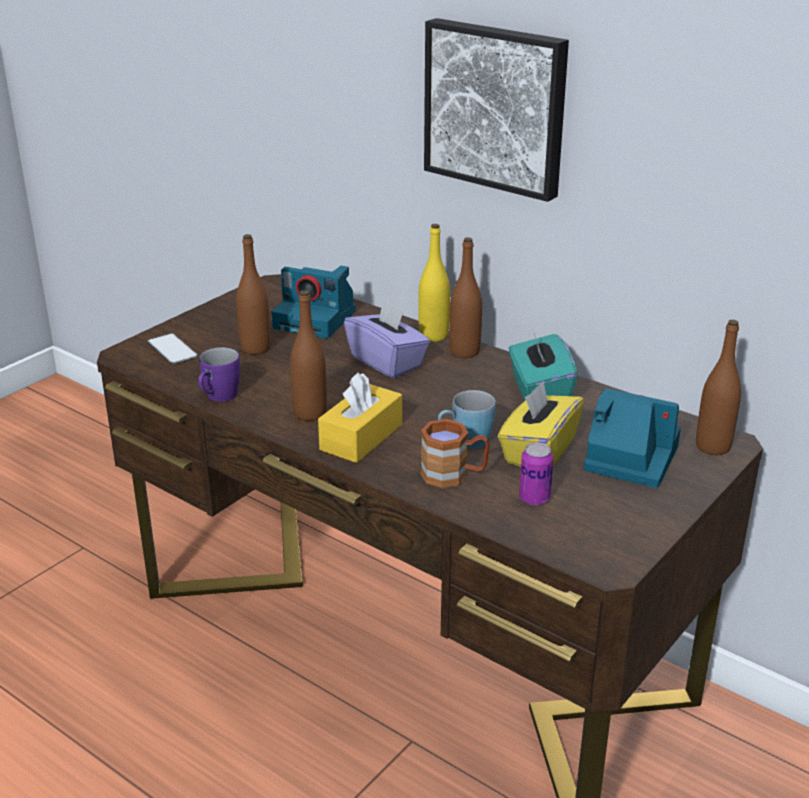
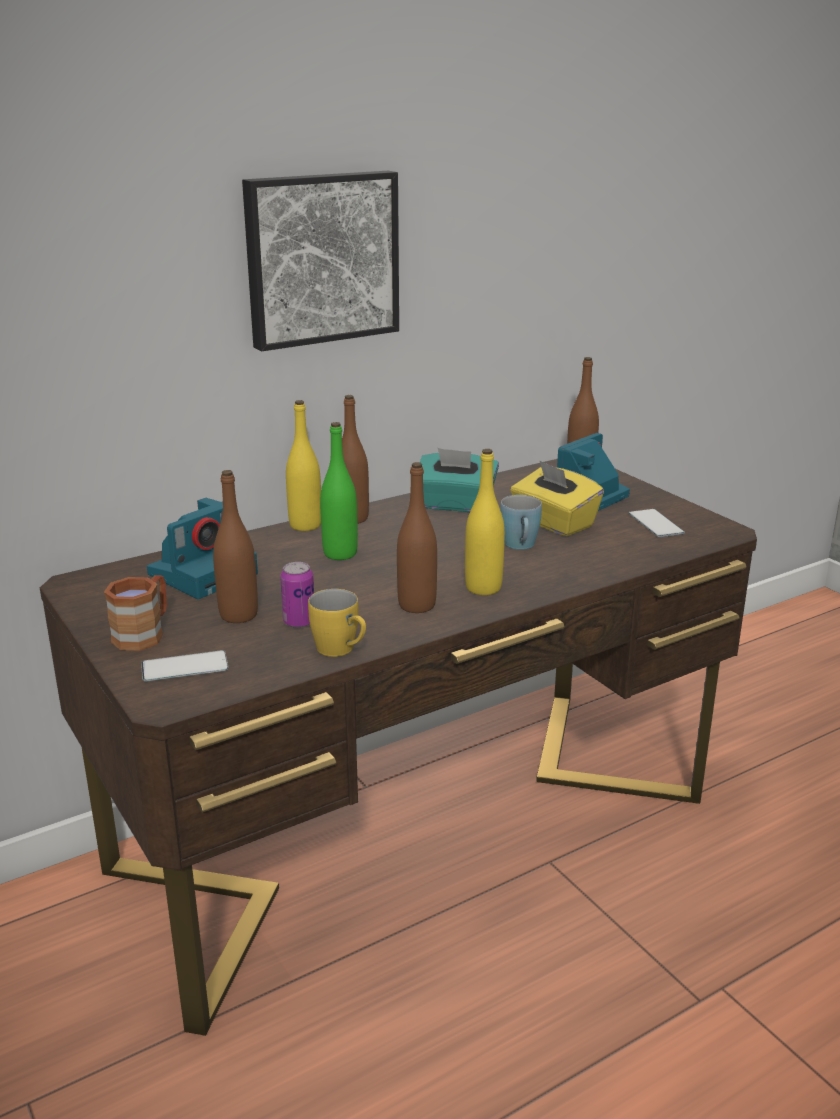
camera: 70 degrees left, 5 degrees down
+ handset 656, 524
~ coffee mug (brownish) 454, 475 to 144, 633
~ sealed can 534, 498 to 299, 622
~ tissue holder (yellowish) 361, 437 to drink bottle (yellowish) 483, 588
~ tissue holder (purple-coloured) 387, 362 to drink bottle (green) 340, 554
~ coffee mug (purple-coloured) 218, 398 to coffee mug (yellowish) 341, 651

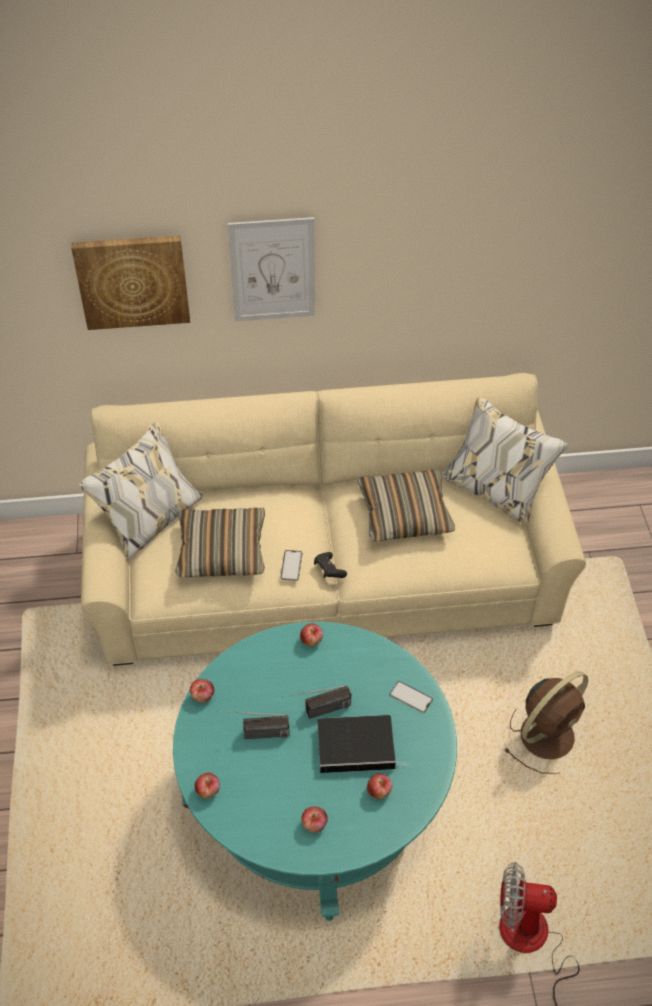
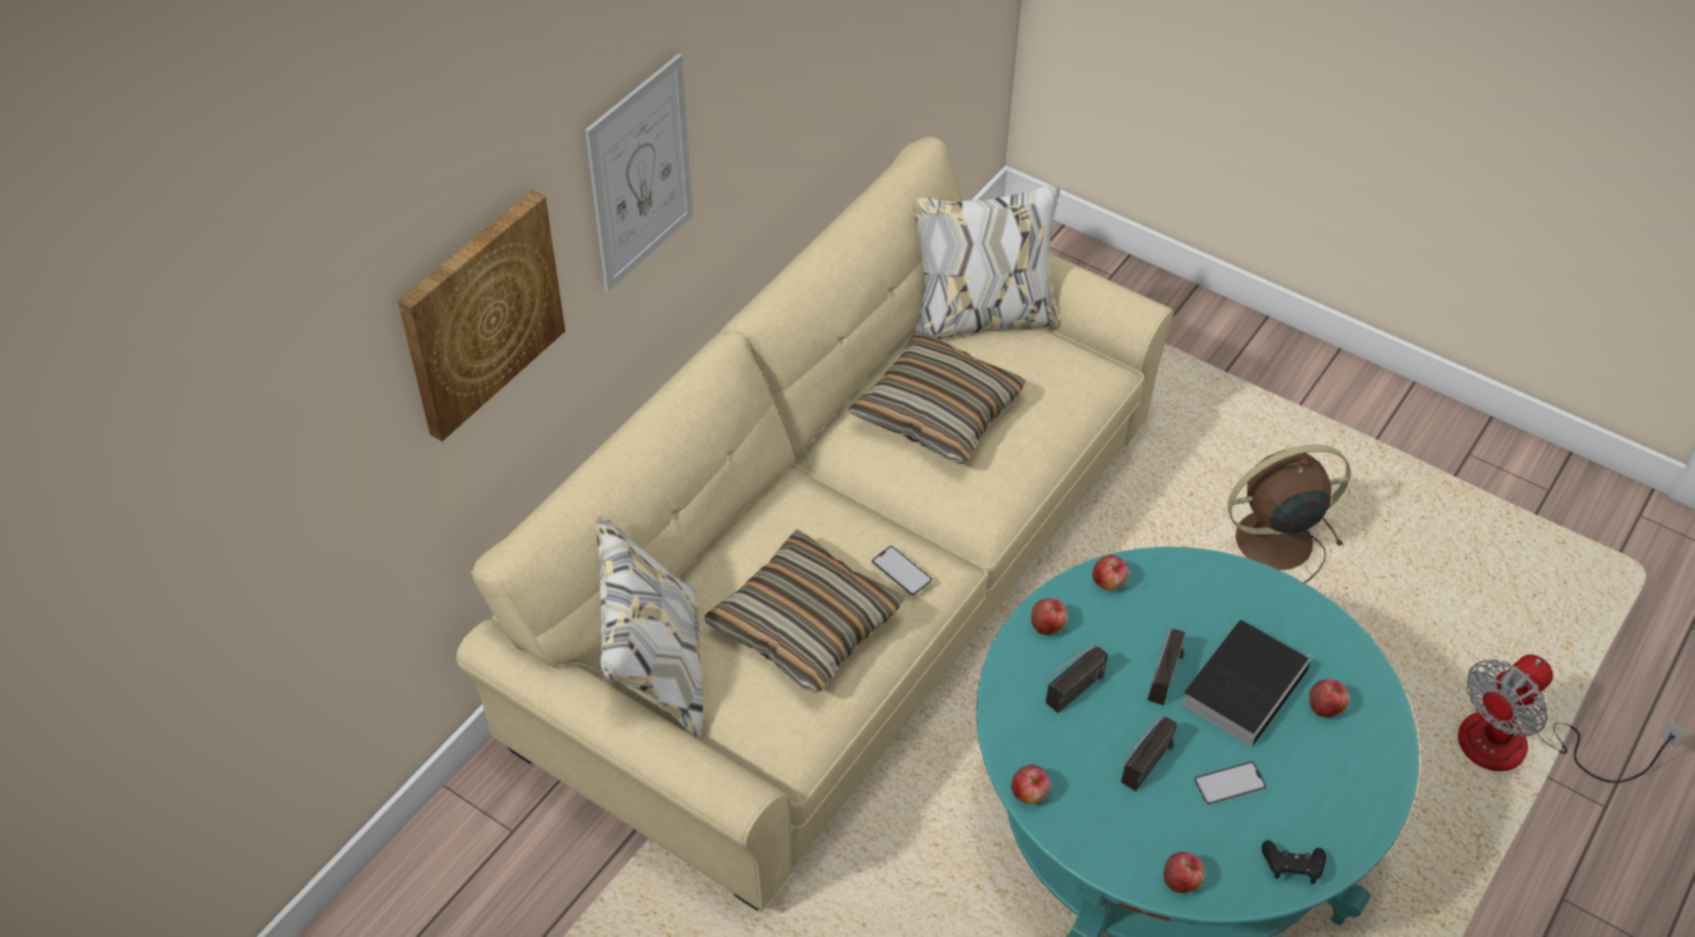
camera: 50 degrees left, 0 degrees up
+ radio receiver 1063, 700
~ whole apple 314, 824 to 1108, 582
~ gamepad (black-coloured) 329, 570 to 1292, 868
~ handset 411, 697 to 1229, 783
~ cooling fan (brownish) 549, 734 = 1269, 542 105 degrees counterclockwise

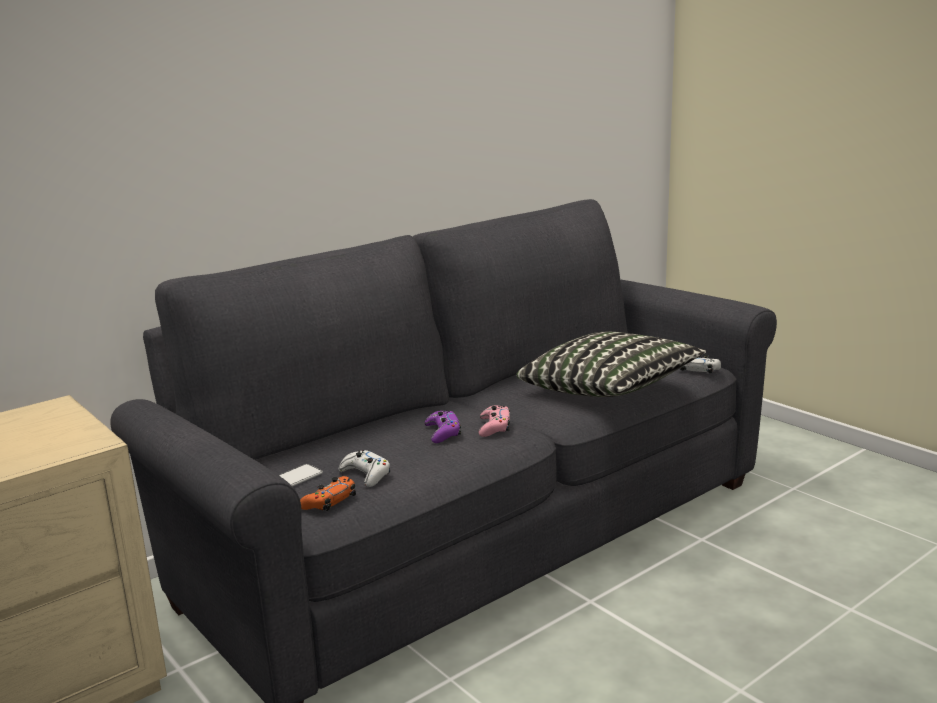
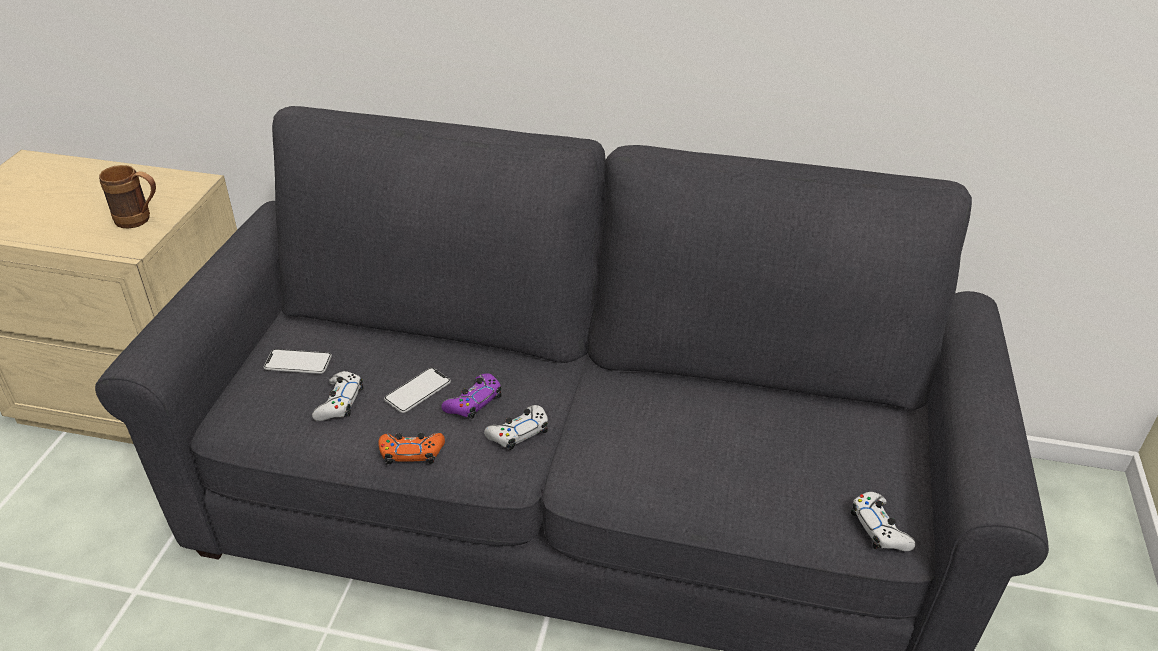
camera: 50 degrees right, 20 degrees up
- pillow 609, 392
+ coffee mug (brownish) 140, 220
+ handset 417, 391
~ gamepad (orange-coloured) 329, 501 to 412, 452
~ gamepad (pink-coloured) 494, 427 to gamepad (white-coloured) 518, 432

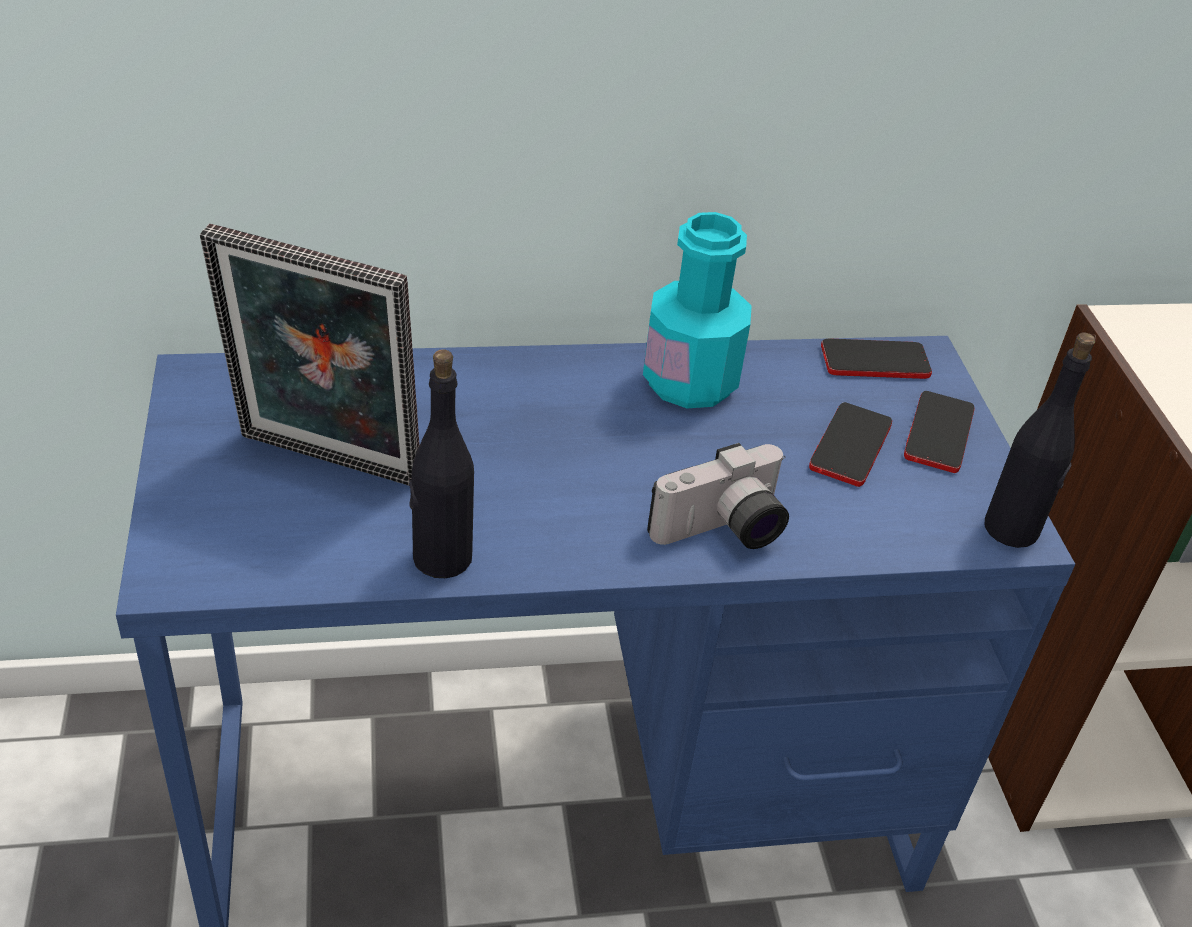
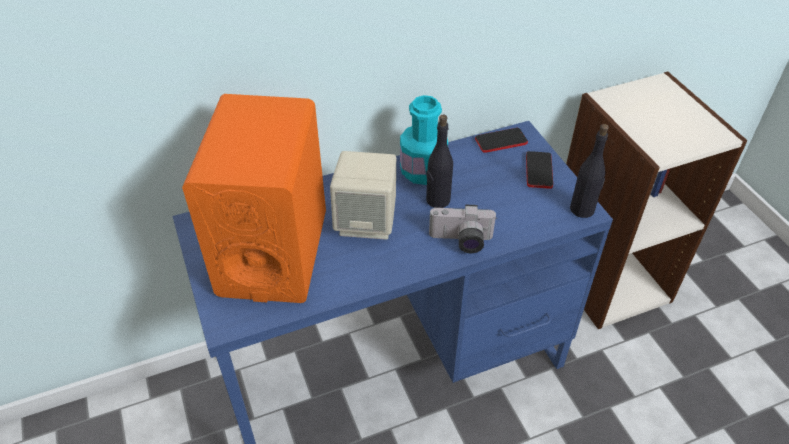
camera: 10 degrees left, 5 degrees up
- handset 850, 446
+ audio speaker (beige) 367, 221
~ drink bottle (black-coloured) 441, 558 to 437, 200
~ photo frame 325, 464 to audio speaker (orange-coloured) 273, 252
~ still camera 723, 532 = 461, 241 45 degrees clockwise

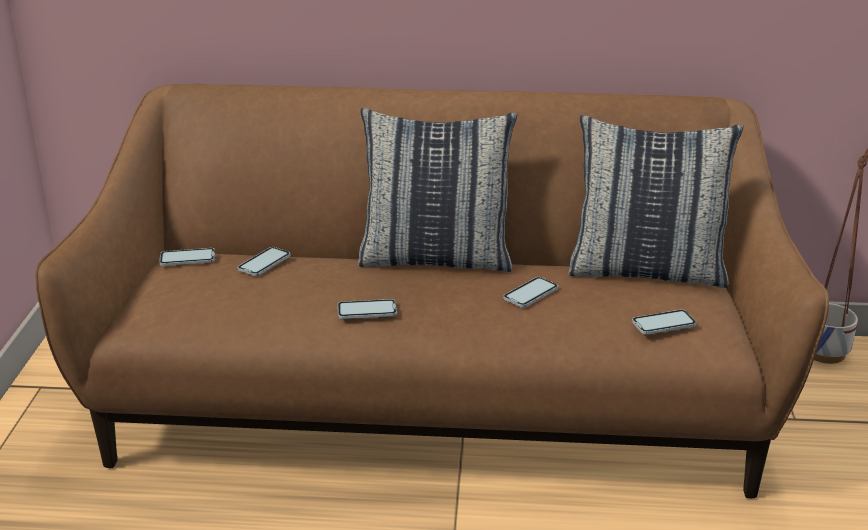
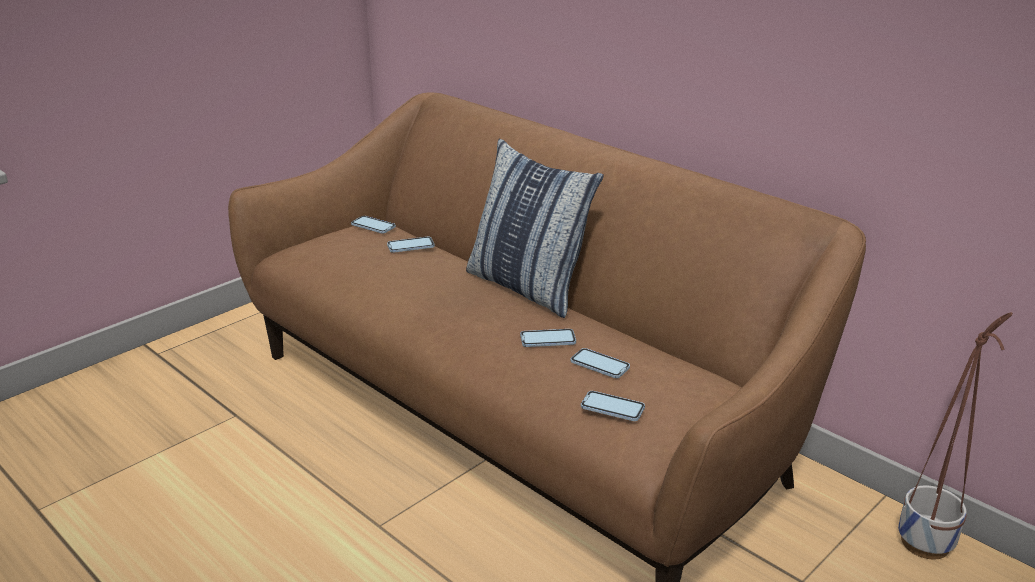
camera: 40 degrees right, 0 degrees up
- pillow 647, 271
~ handset 367, 311 to 599, 365

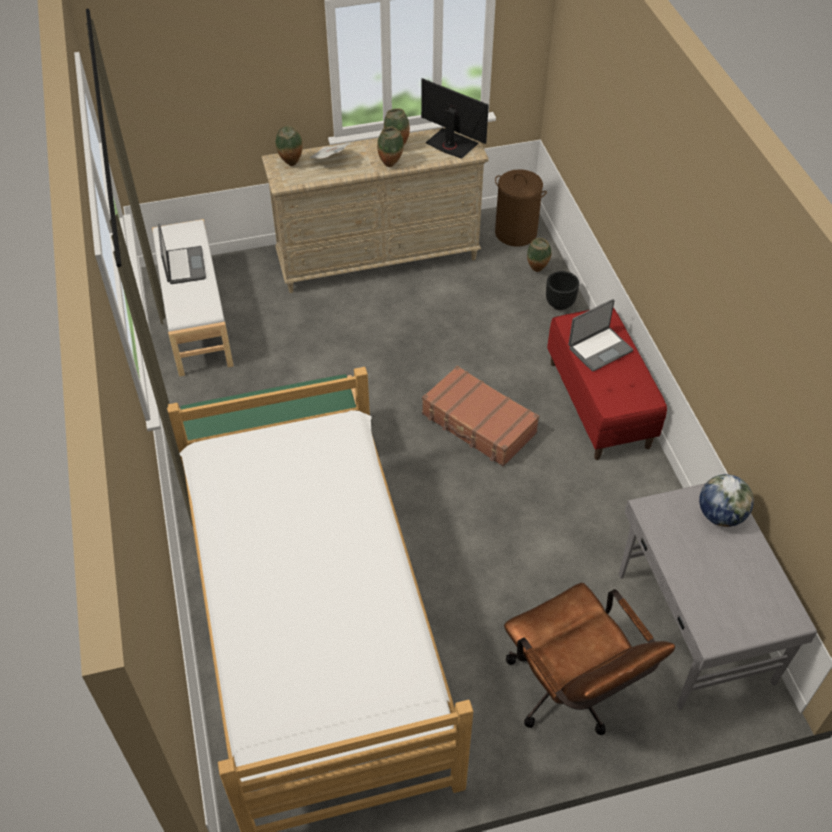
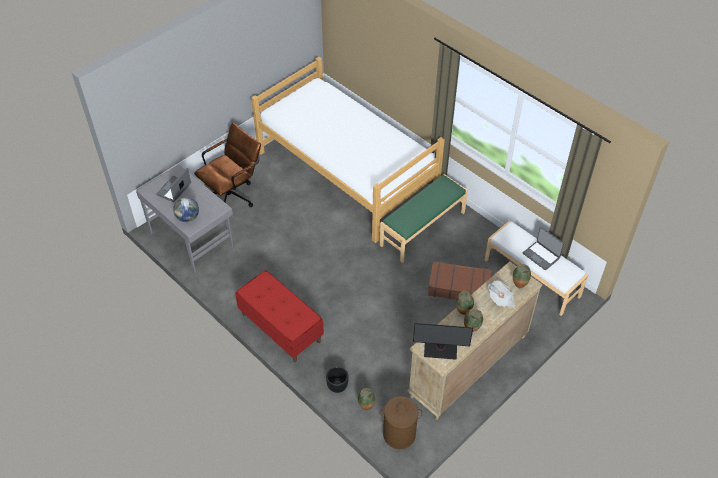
camera: 150 degrees right, 0 degrees up
~ travel case (brownish) 478, 424 to 459, 287
~ laptop 599, 349 to 174, 190
~ desk chair (brownish) 571, 693 = 233, 195 105 degrees clockwise

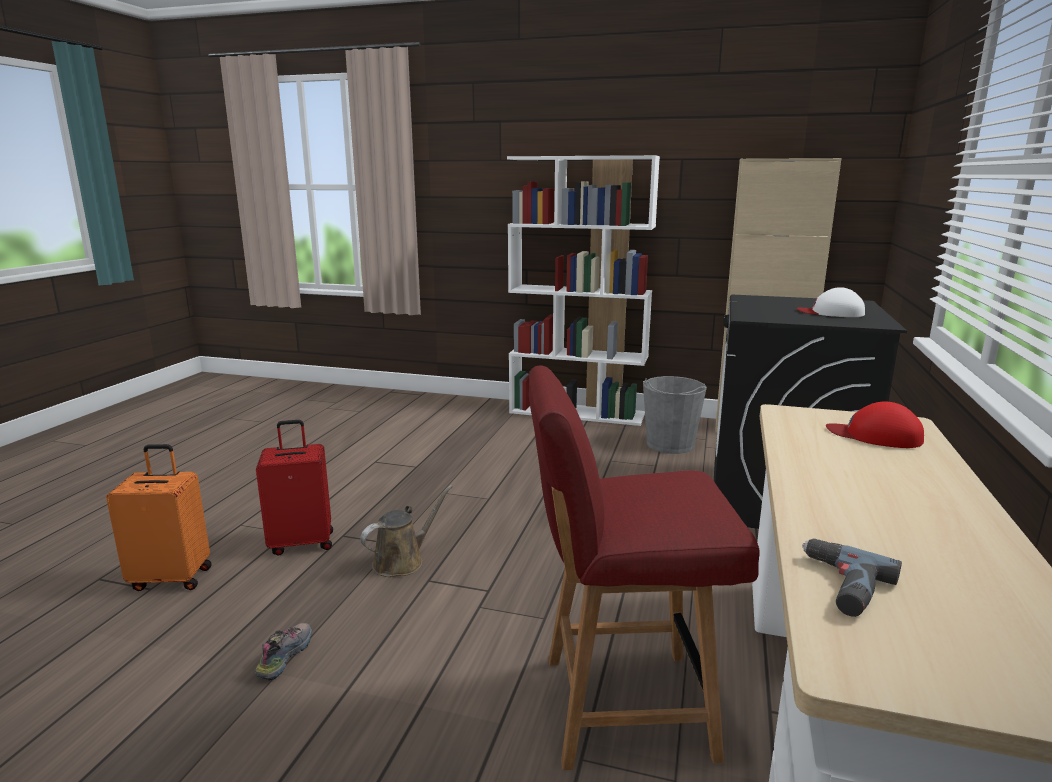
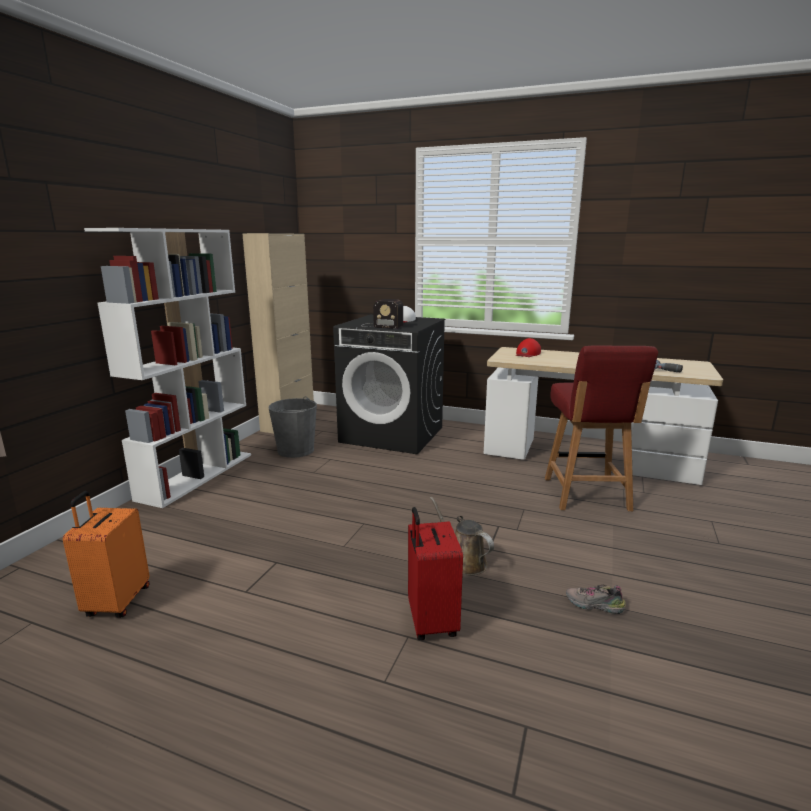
camera: 85 degrees left, 0 degrees up
+ radio receiver 380, 326
~ travel case (orange-coloured) 172, 578 to 116, 602

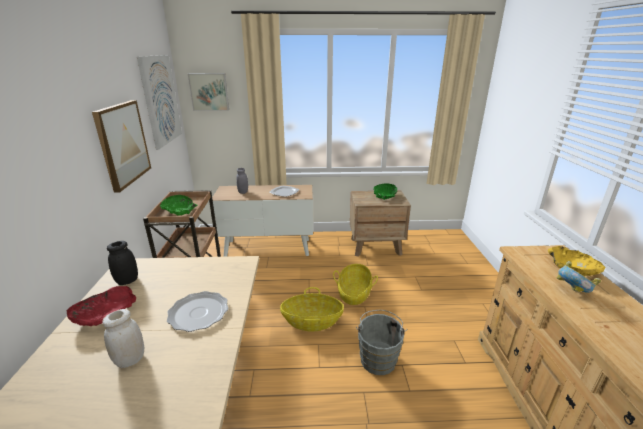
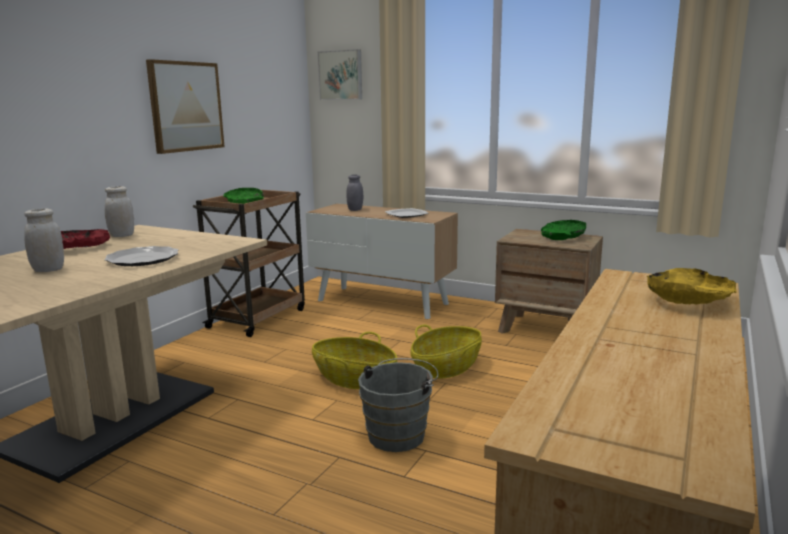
camera: 30 degrees right, 10 degrees down
- wall art 161, 100
- deep dish 571, 291
~ storage jar (black-coloured) 127, 281 to storage jar (white-coloured) 122, 235

